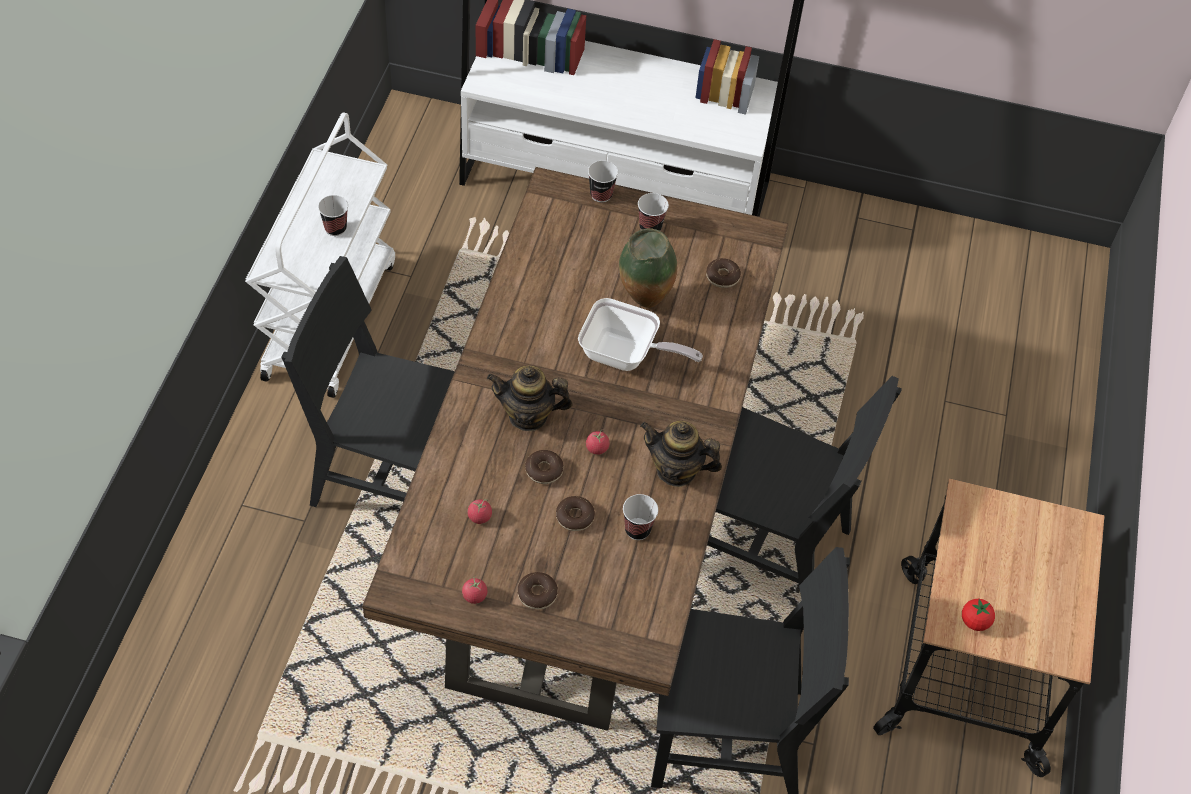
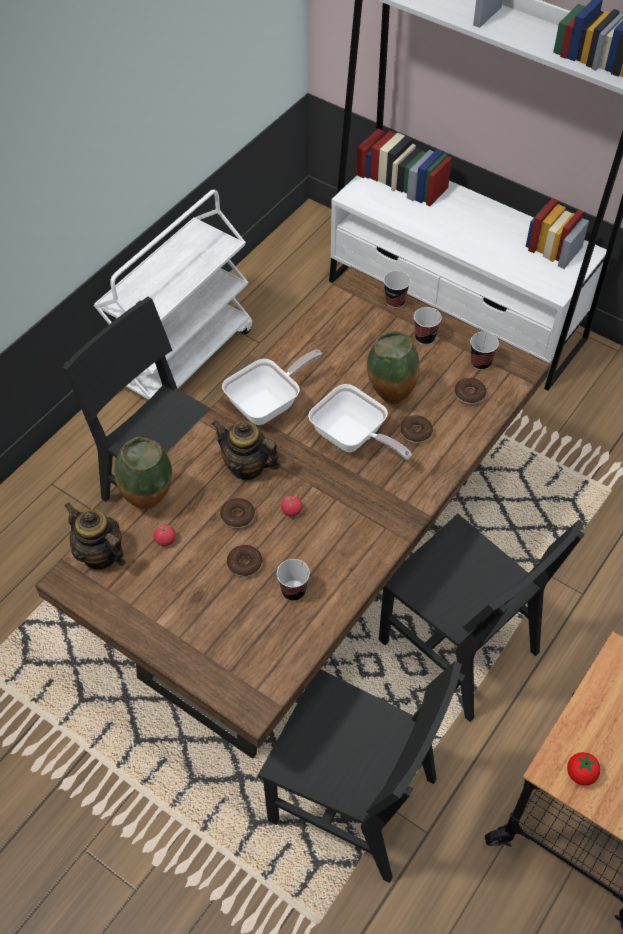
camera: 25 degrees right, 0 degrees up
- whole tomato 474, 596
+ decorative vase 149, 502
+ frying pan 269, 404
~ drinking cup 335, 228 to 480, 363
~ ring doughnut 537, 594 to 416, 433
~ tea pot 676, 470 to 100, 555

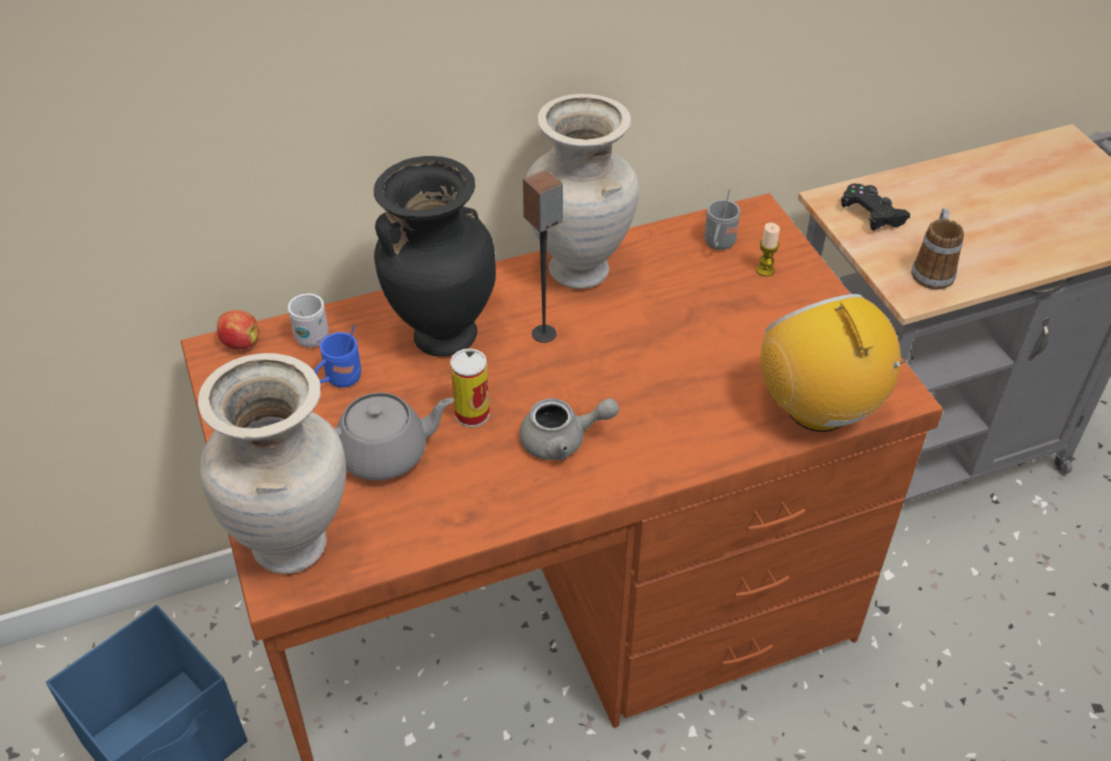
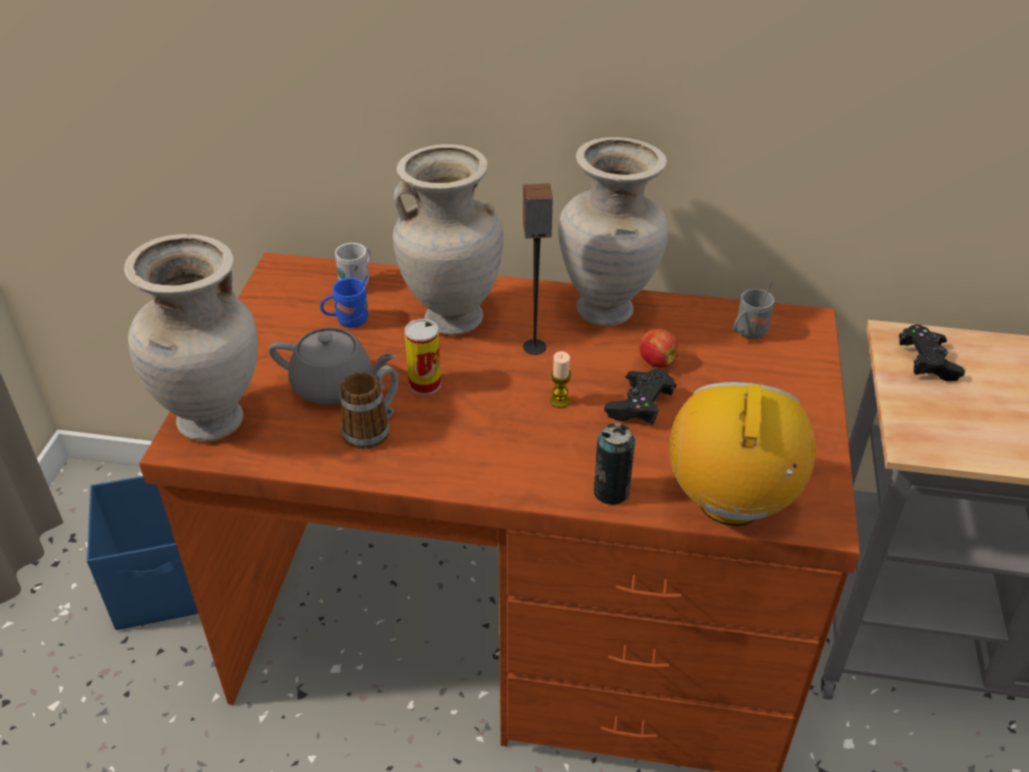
camera: 30 degrees right, 5 degrees down
- tea pot (grey) 563, 440
+ sealed can 611, 491
+ gamepad (black-coloured) 639, 406
~ whole apple 240, 343 to 656, 361
~ candle 765, 270 to 559, 401
~ coffee mug 932, 270 to 374, 428
~ decorative vase (black-coloured) 443, 336 to decorative vase (beige) 452, 319

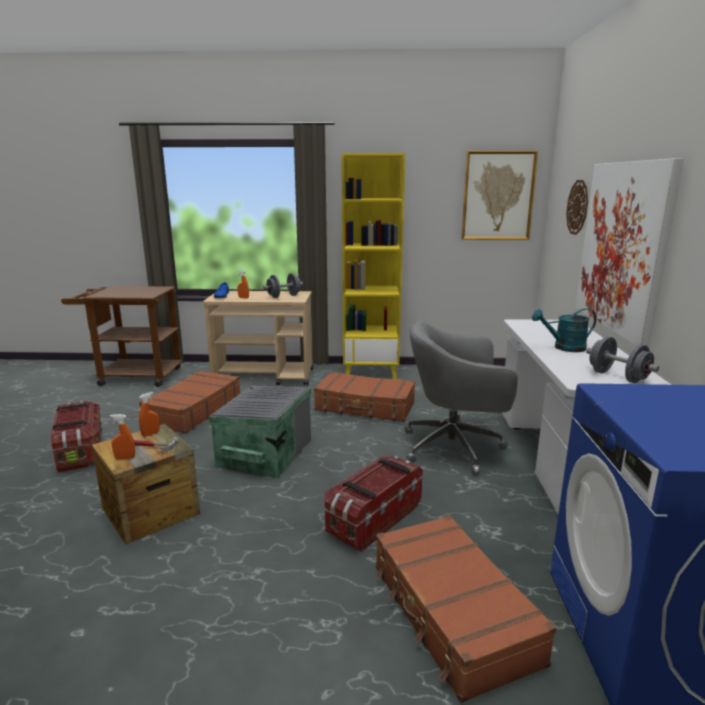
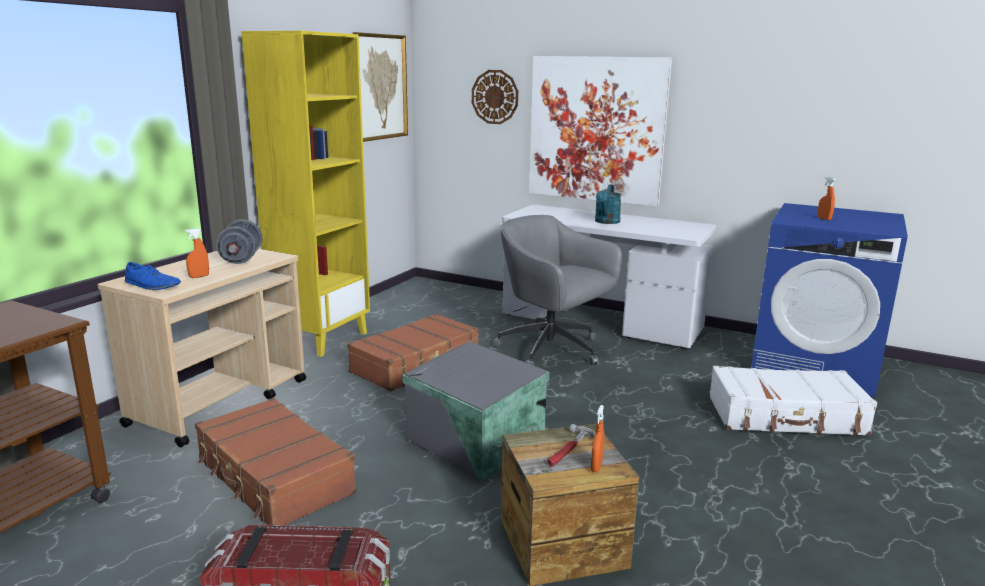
camera: 65 degrees left, 0 degrees up
- storage box 373, 519
- dumbbell (grey) 617, 377
~ spray bottle (orange-coloured) 150, 434 to 824, 219
~ travel case (brownish) 451, 613 to travel case (white-coloured) 786, 416
~ desk chair (grey) 455, 447 = 552, 350 105 degrees clockwise

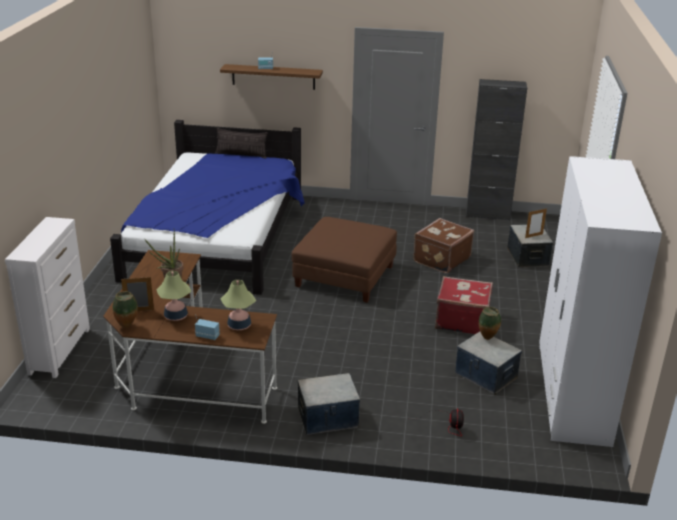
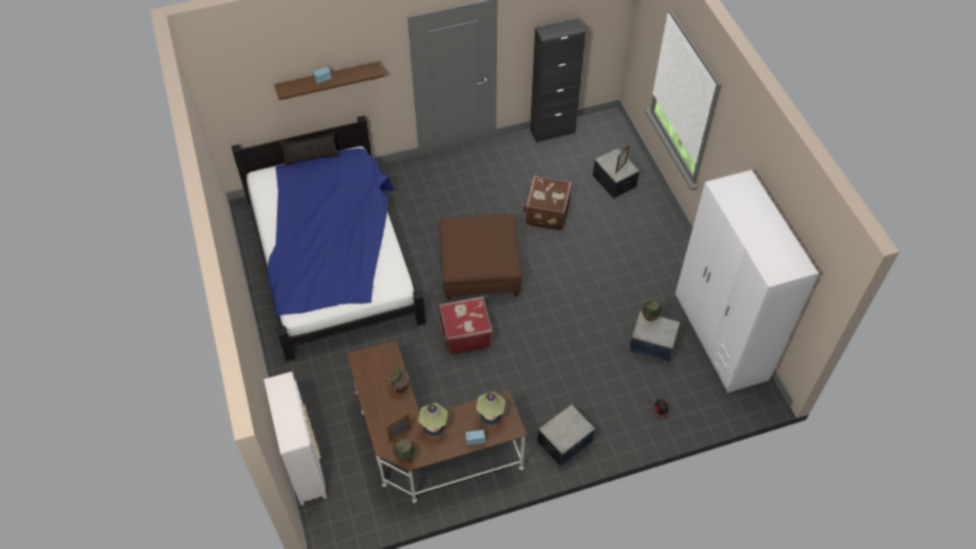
camera: 25 degrees left, 25 degrees up
~ travel case (red) 461, 320 to 465, 334

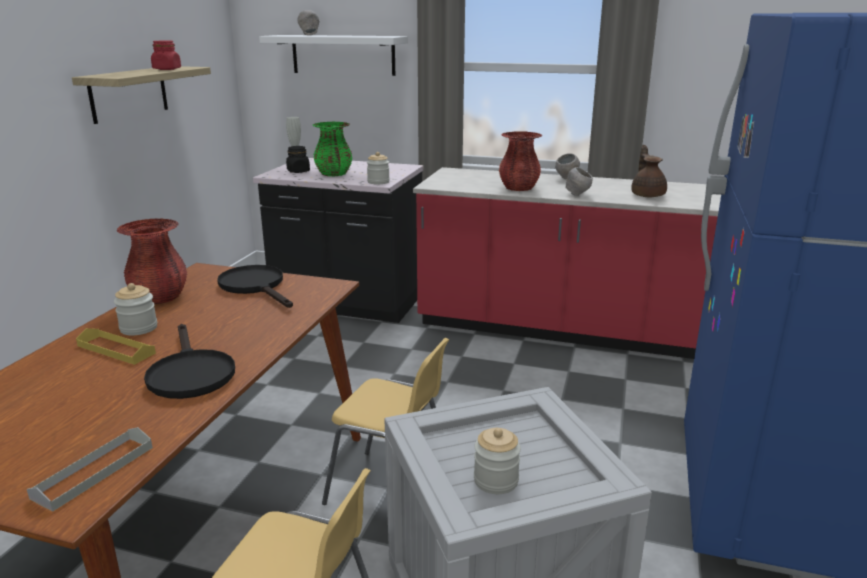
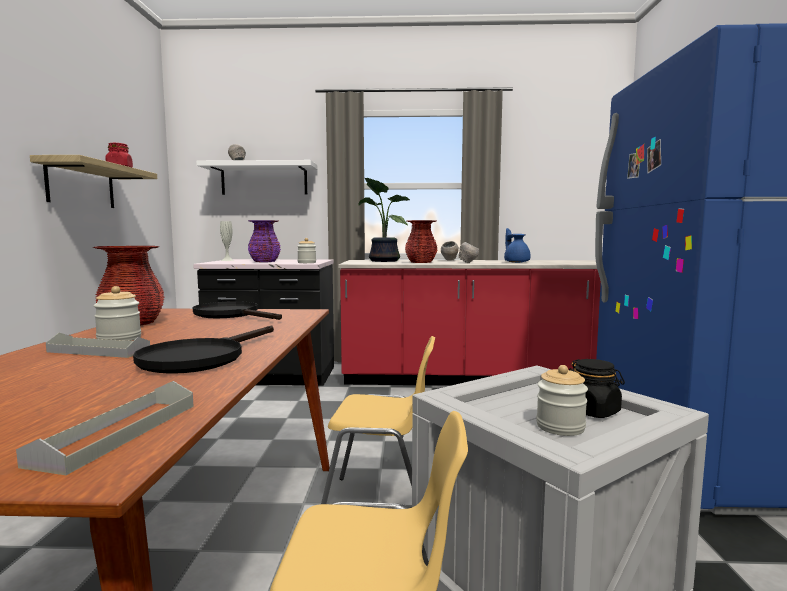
camera: 15 degrees left, 15 degrees down
+ potted plant 382, 261
~ storage jar (black-coloured) 298, 171 to 592, 411
~ carrying tray (yellowish) 116, 349 to carrying tray (grey) 98, 351
~ decorative vase (green) 333, 174 to decorative vase (purple-coloured) 264, 262
~ tea pot (brownish) 647, 195 to tea pot (blue) 516, 262
~ frying pan (black-coloured) 190, 373 = 201, 358 60 degrees clockwise

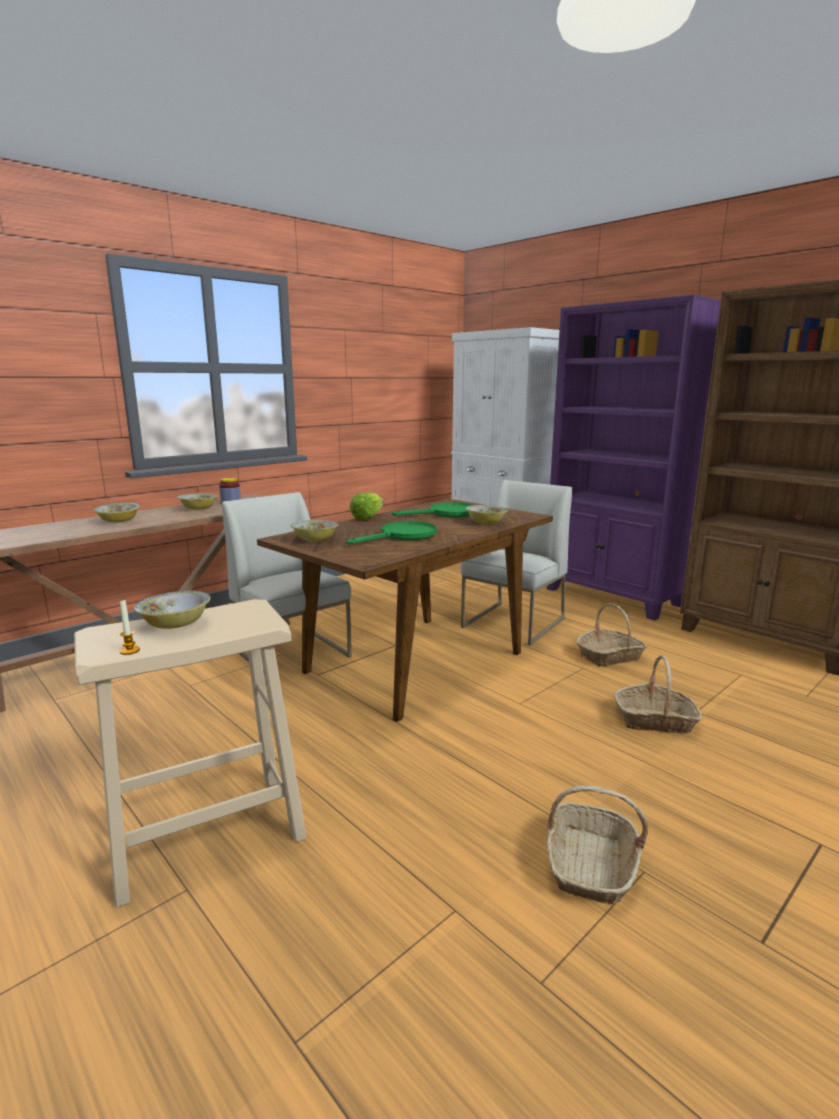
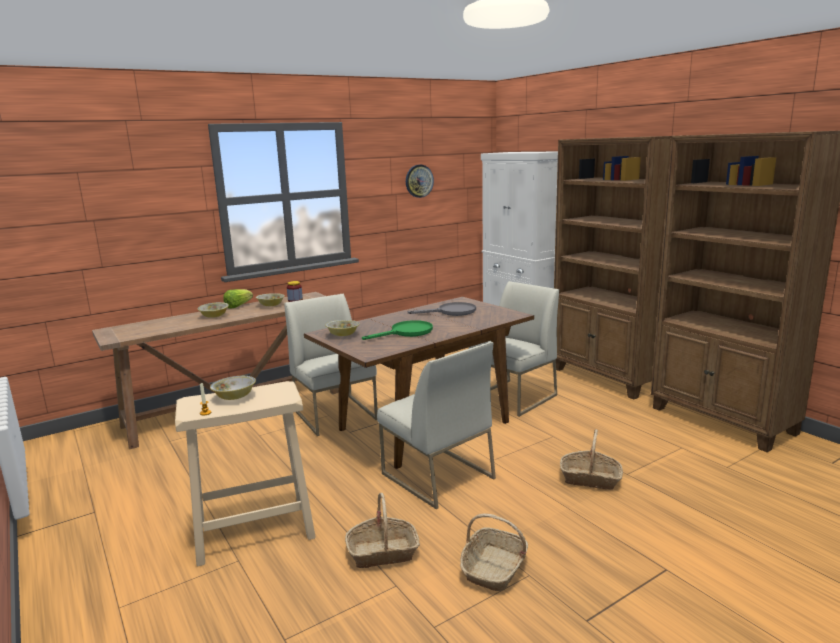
camera: 10 degrees right, 0 degrees up
- deep dish 486, 523
+ upright chair (white-coloured) 436, 476
+ wall clock 419, 181
~ head of lettuce 367, 517 to 238, 306
~ household basket 610, 656 to 383, 552
~ frying pan (green) 447, 514 to frying pan (grey) 451, 312
~ shelving unit (purple-coloured) 612, 597 to shelving unit (brownish) 607, 378

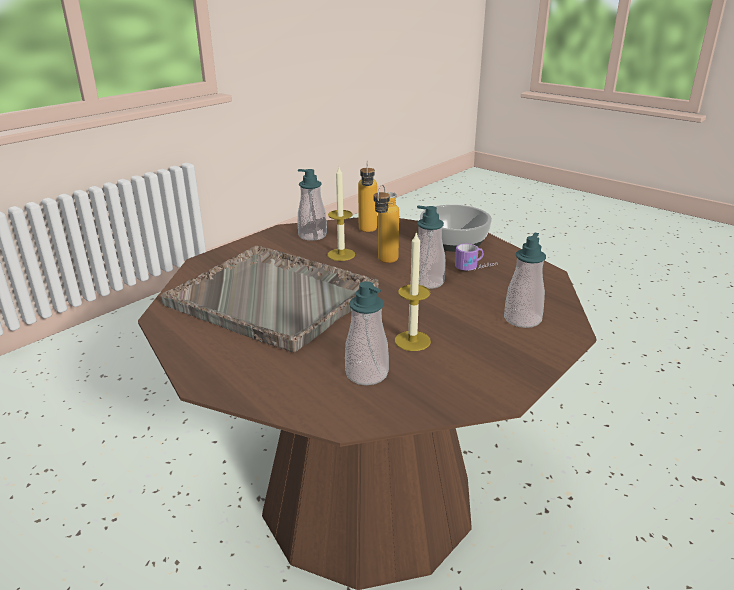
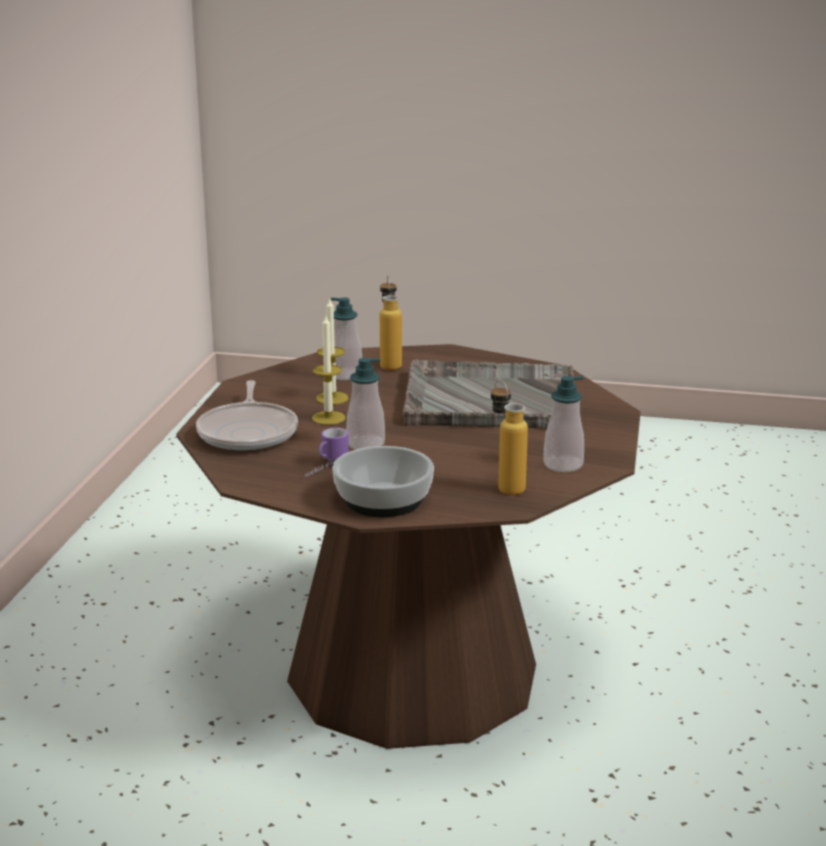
camera: 150 degrees right, 5 degrees down
~ candle 341, 254 to 328, 418
~ drink bottle 384, 263 to 390, 364
~ soap bottle 522, 319 to frying pan 248, 432

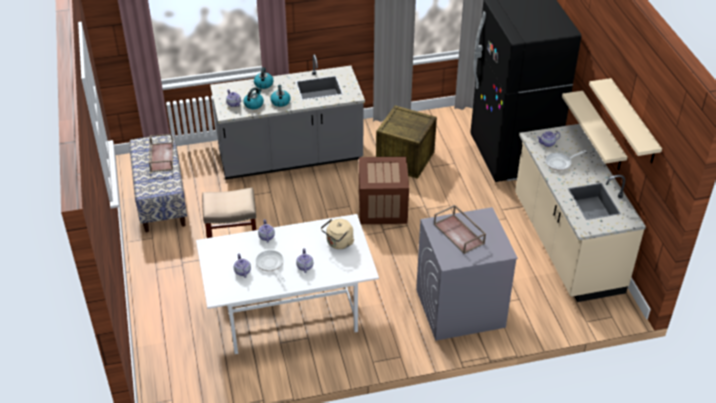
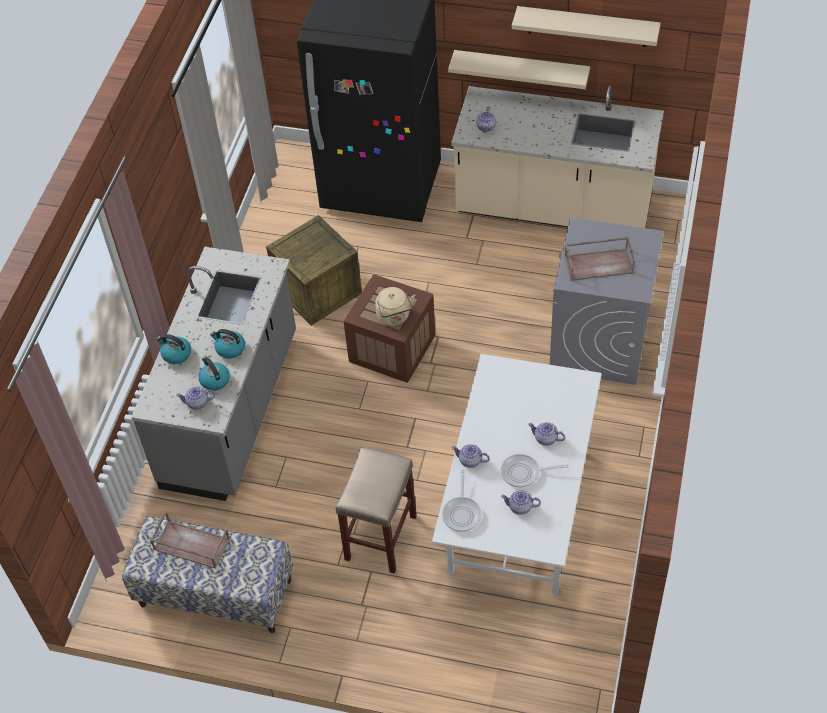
camera: 60 degrees left, 10 degrees up
~ kettle (beige) 338, 243 to 394, 317
~ frying pan 560, 163 to 462, 513

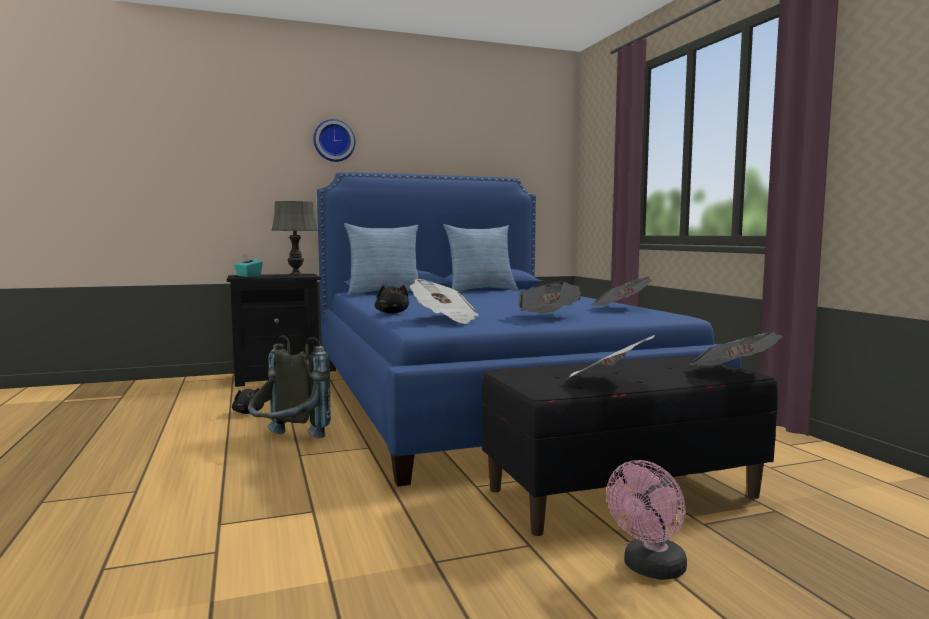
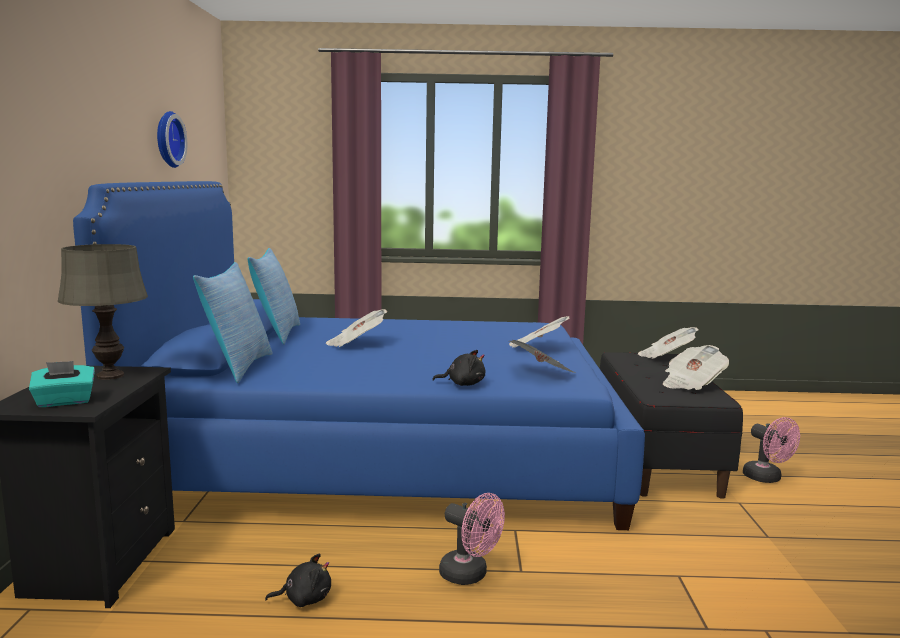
camera: 70 degrees left, 5 degrees up
~ wall clock 334, 141 to 167, 139
~ newspaper 620, 308 to 356, 344
~ knapsack (grey) 288, 442 to cooling fan (pink-coloured) 470, 575

